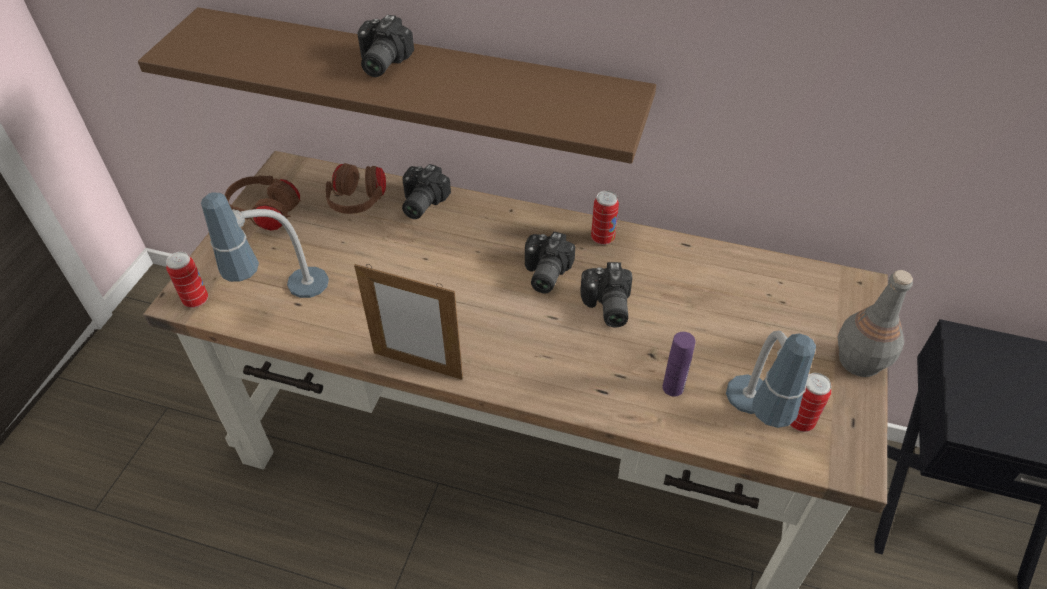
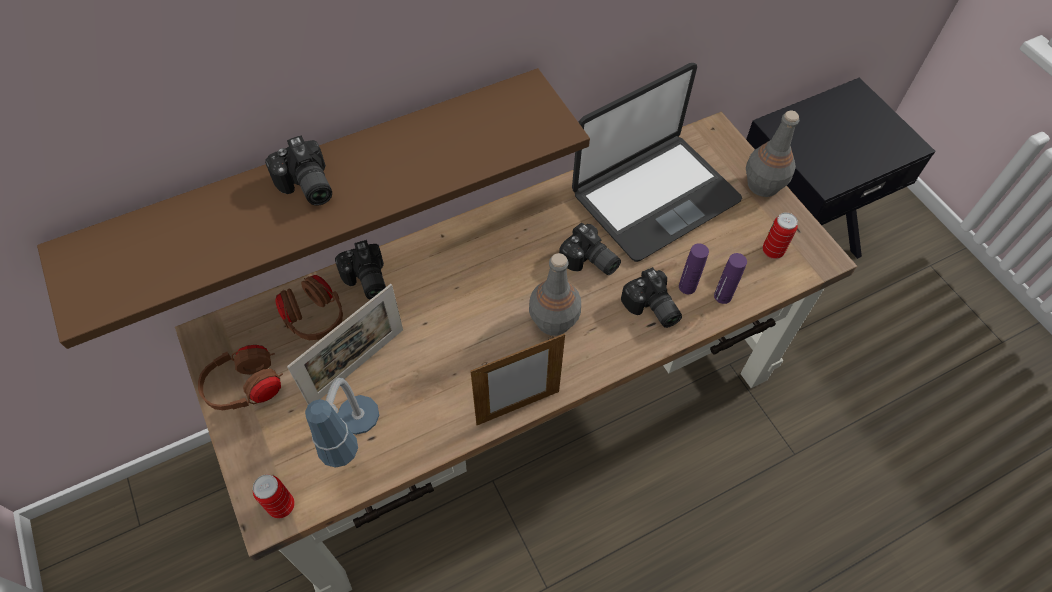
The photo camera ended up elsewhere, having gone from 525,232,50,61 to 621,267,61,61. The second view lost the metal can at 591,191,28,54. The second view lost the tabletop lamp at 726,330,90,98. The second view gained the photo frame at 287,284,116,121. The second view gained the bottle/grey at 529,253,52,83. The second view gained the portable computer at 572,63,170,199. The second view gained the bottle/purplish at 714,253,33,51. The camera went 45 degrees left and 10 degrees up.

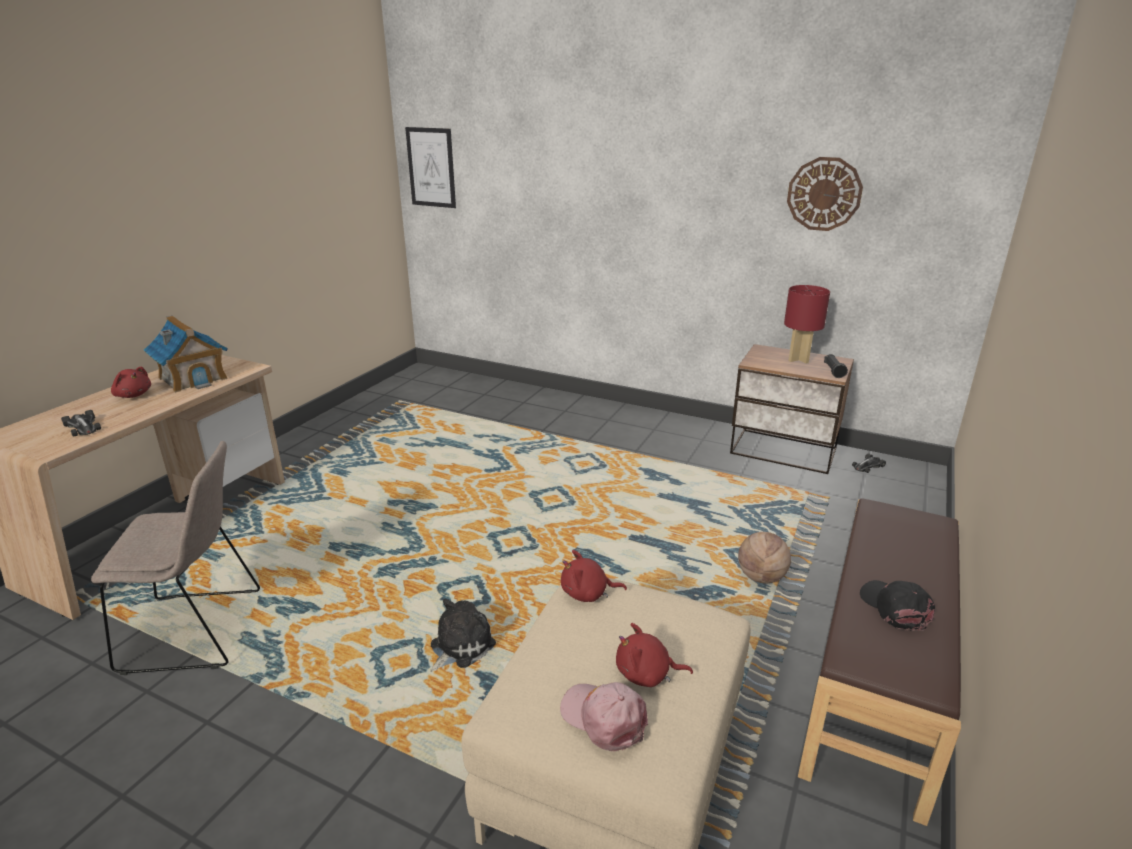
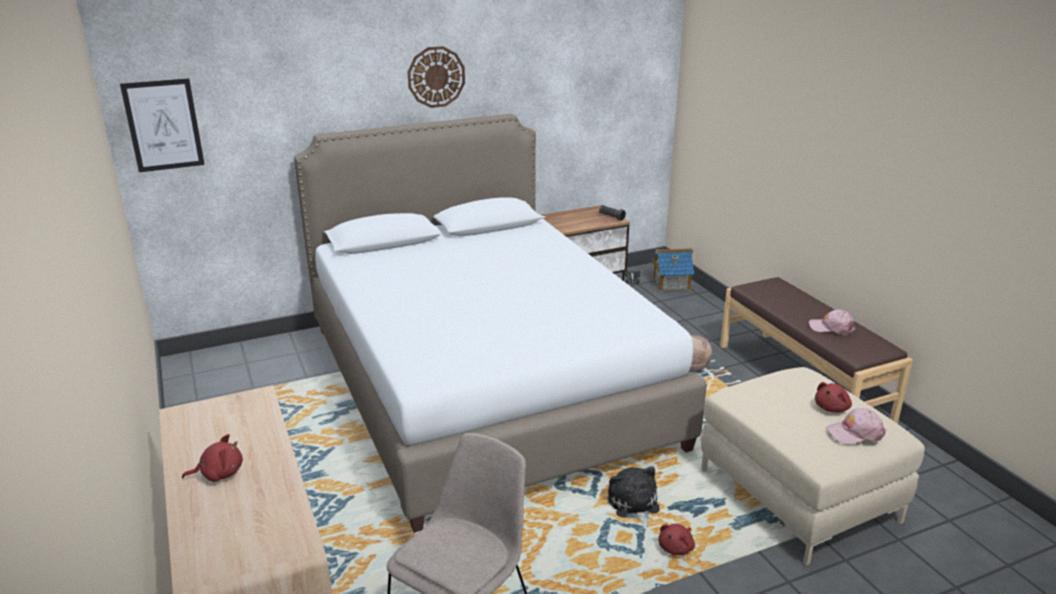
The second view lost the model car at 61,410,40,26. The toy house ended up elsewhere, having gone from 144,316,84,77 to 652,248,42,43. The cuddly toy/red ended up elsewhere, having gone from 561,550,66,52 to 658,524,37,31. The second view lost the tabletop lamp/red at 784,285,46,79. The wall clock ended up elsewhere, having gone from 787,157,76,74 to 408,46,57,62. What was the baseball cap/black-coloured at 860,580,75,51 turned into the baseball cap/pinkish at 809,309,46,26. The second view gained the bedroom bed/white at 294,114,413,419. The camera went 50 degrees left and 0 degrees up.

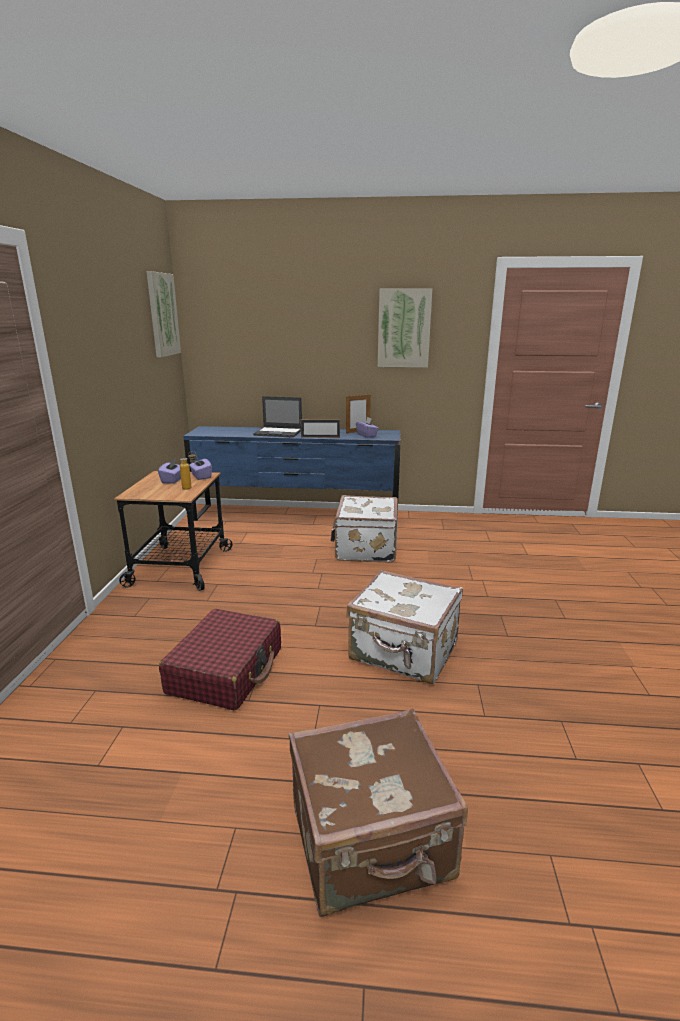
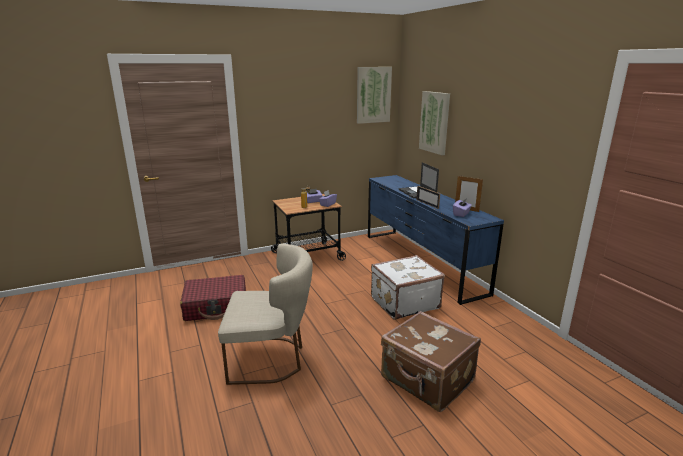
The travel case/brown ended up elsewhere, having gone from 289,708,179,209 to 381,311,100,101. Where the travel case/white stood at 346,570,117,114, the upright chair/beige-coloured came to stand at 218,243,95,142. The picture ended up elsewhere, having gone from 378,288,54,80 to 419,91,31,64. The camera went 60 degrees right and 0 degrees up.

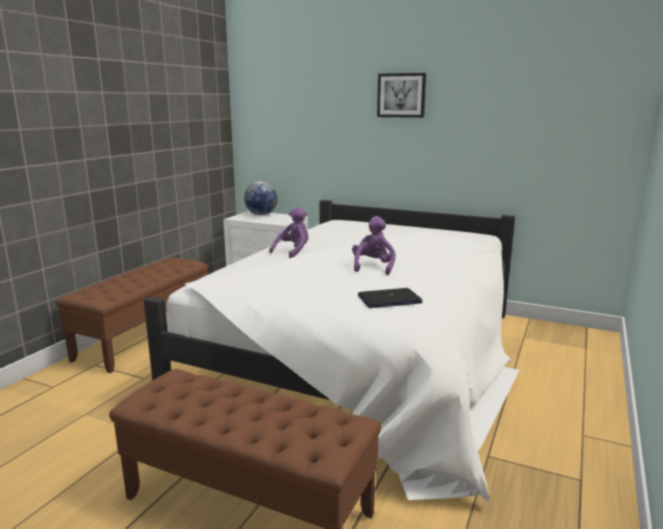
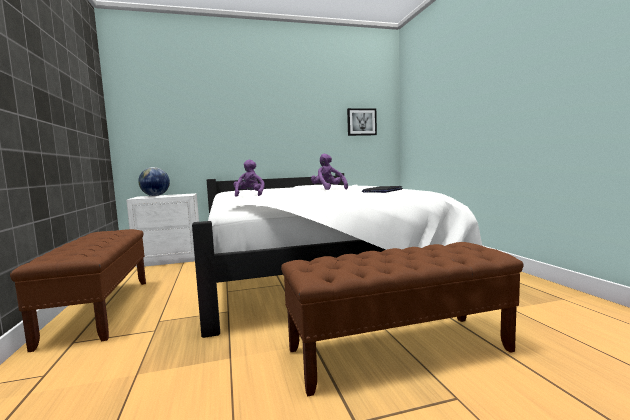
The picture ended up elsewhere, having gone from 377,73,49,45 to 347,108,30,28. The camera went 40 degrees left and 10 degrees down.

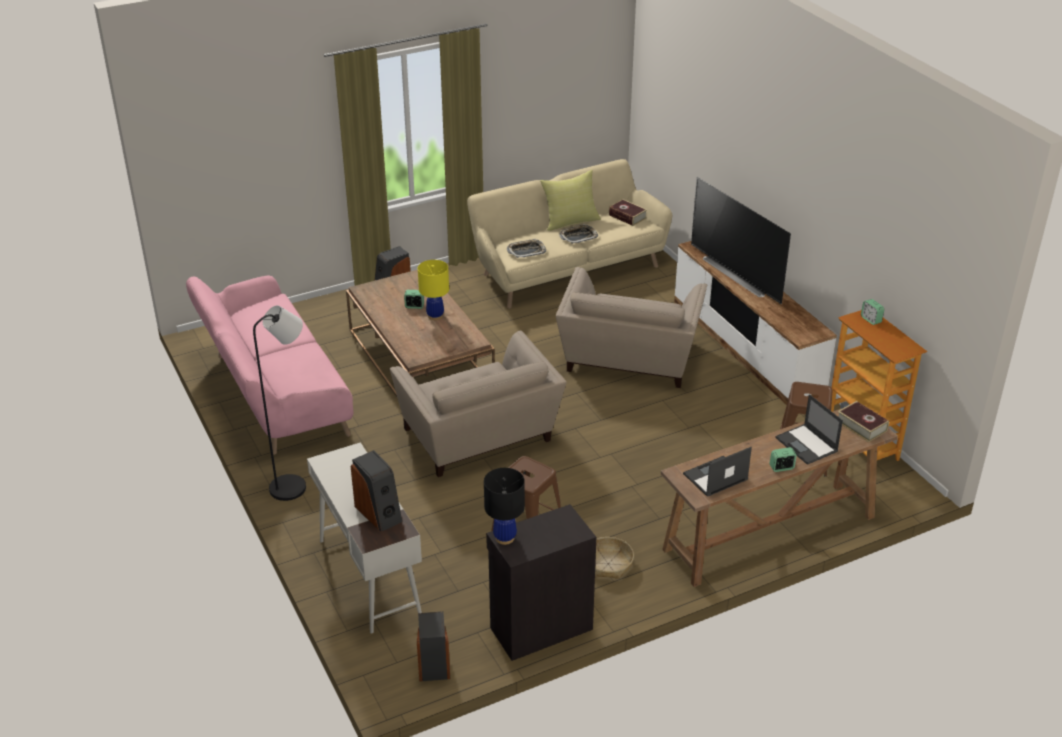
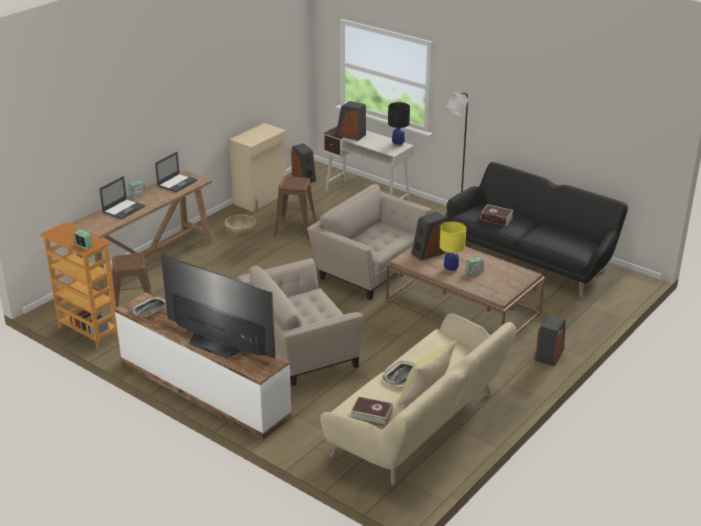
What was the settee/pinkish at 186,276,168,179 turned into the settee/black-coloured at 447,162,181,135. The tabletop lamp/black-coloured ended up elsewhere, having gone from 484,468,41,77 to 388,102,22,45. What was the cabinet/black-coloured at 486,504,110,157 turned into the cabinet/beige-coloured at 229,123,58,89. The carrying tray ended up elsewhere, having gone from 507,239,39,19 to 130,297,36,20. The lounge chair/beige-coloured at 556,267,152,121 ended up facing another way, 105 degrees counterclockwise from before. The portable computer at 775,394,68,71 ended up facing another way, 90 degrees clockwise from before. The bound book ended up elsewhere, having gone from 838,401,51,41 to 481,205,33,21. The second view gained the loudspeaker at 411,212,36,48. The camera went 155 degrees right and 5 degrees down.

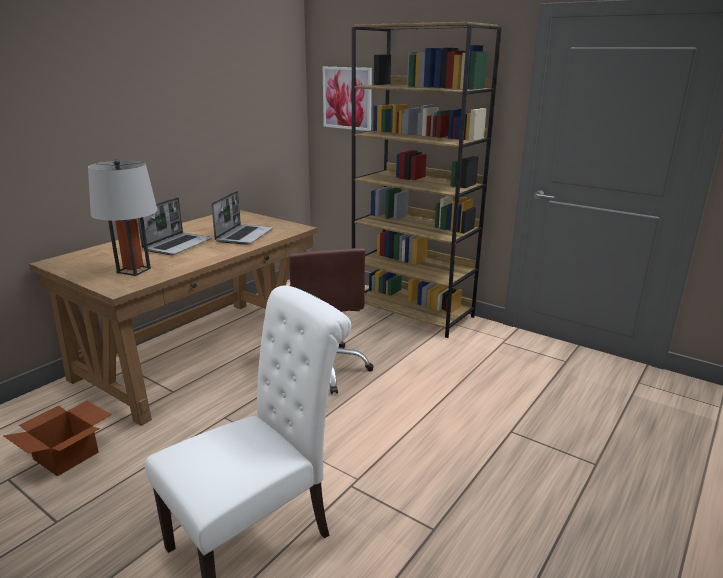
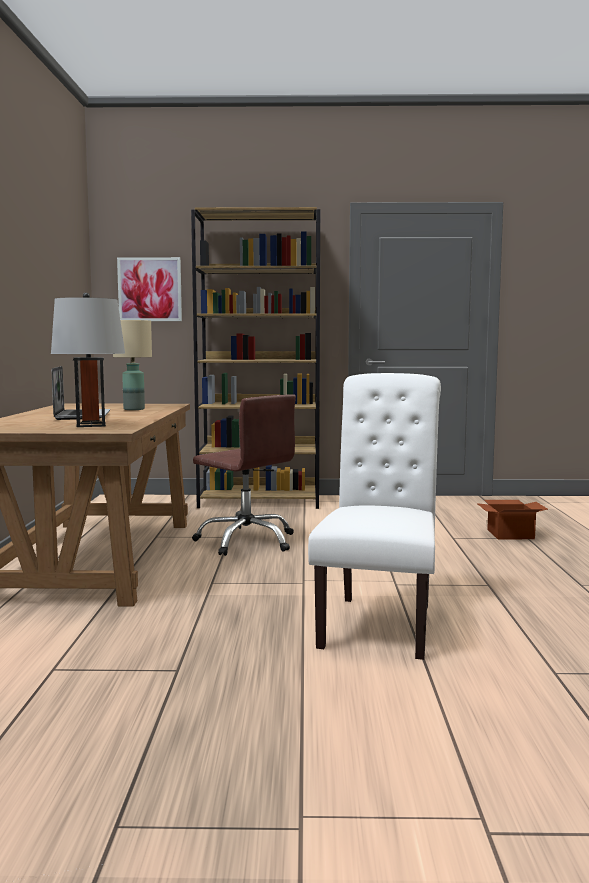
The carton ended up elsewhere, having gone from 3,401,109,76 to 477,500,71,40. Where the portable computer stood at 211,191,62,54, the tabletop lamp/beige-coloured came to stand at 113,320,39,90. The camera went 35 degrees left and 15 degrees down.

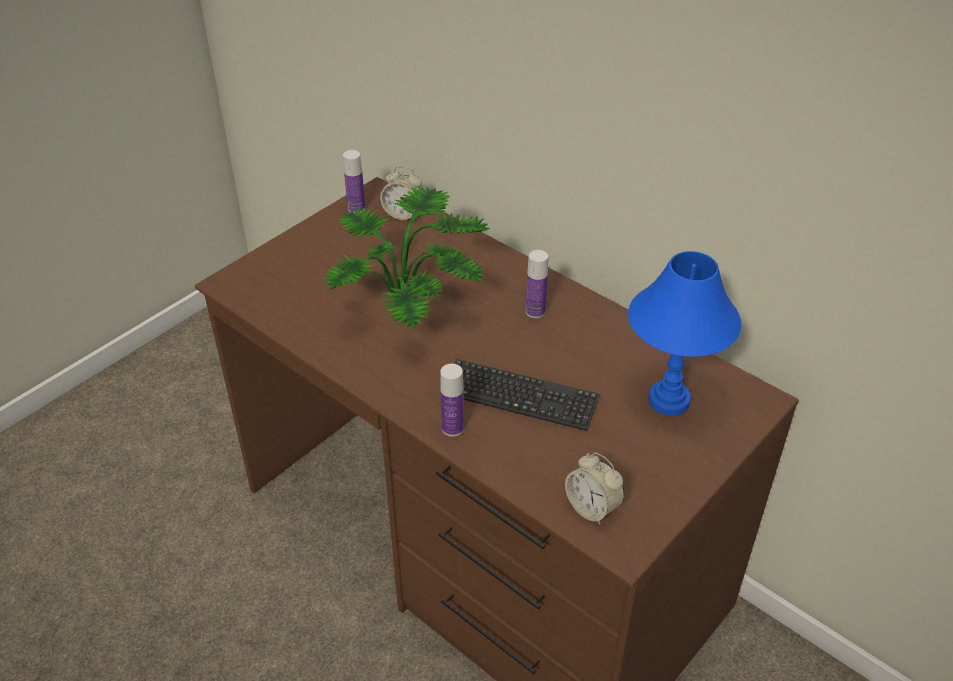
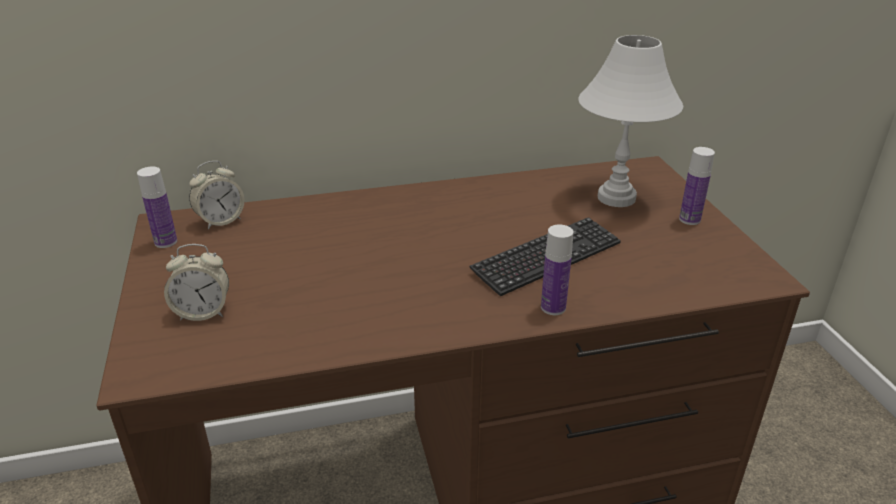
The second view lost the potted plant at 324,186,166,143. The bottle ended up elsewhere, having gone from 526,250,22,68 to 679,147,36,78. The alarm clock ended up elsewhere, having gone from 565,452,60,73 to 164,244,65,77. What was the tabletop lamp/blue at 628,251,113,165 turned into the tabletop lamp/white at 578,35,105,172. The camera went 55 degrees left and 10 degrees down.

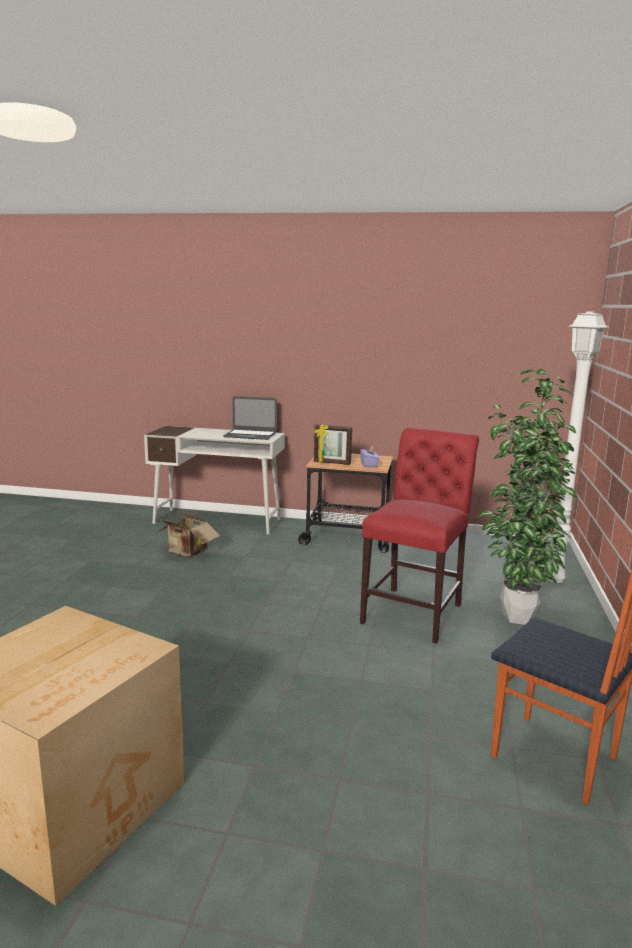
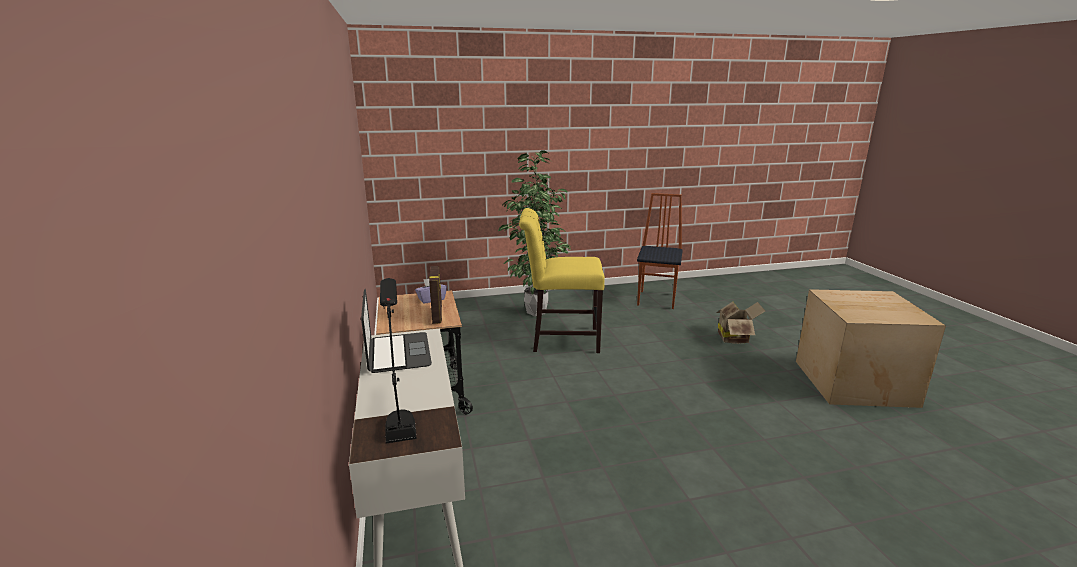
The carton ended up elsewhere, having gone from 156,511,64,46 to 716,302,49,42. What was the upright chair/red at 360,427,119,217 turned into the upright chair/yellowish at 519,208,86,145. The second view lost the standing lamp/white at 549,311,60,272. The second view gained the tabletop lamp/black-coloured at 380,278,37,166. The camera went 115 degrees left and 5 degrees up.

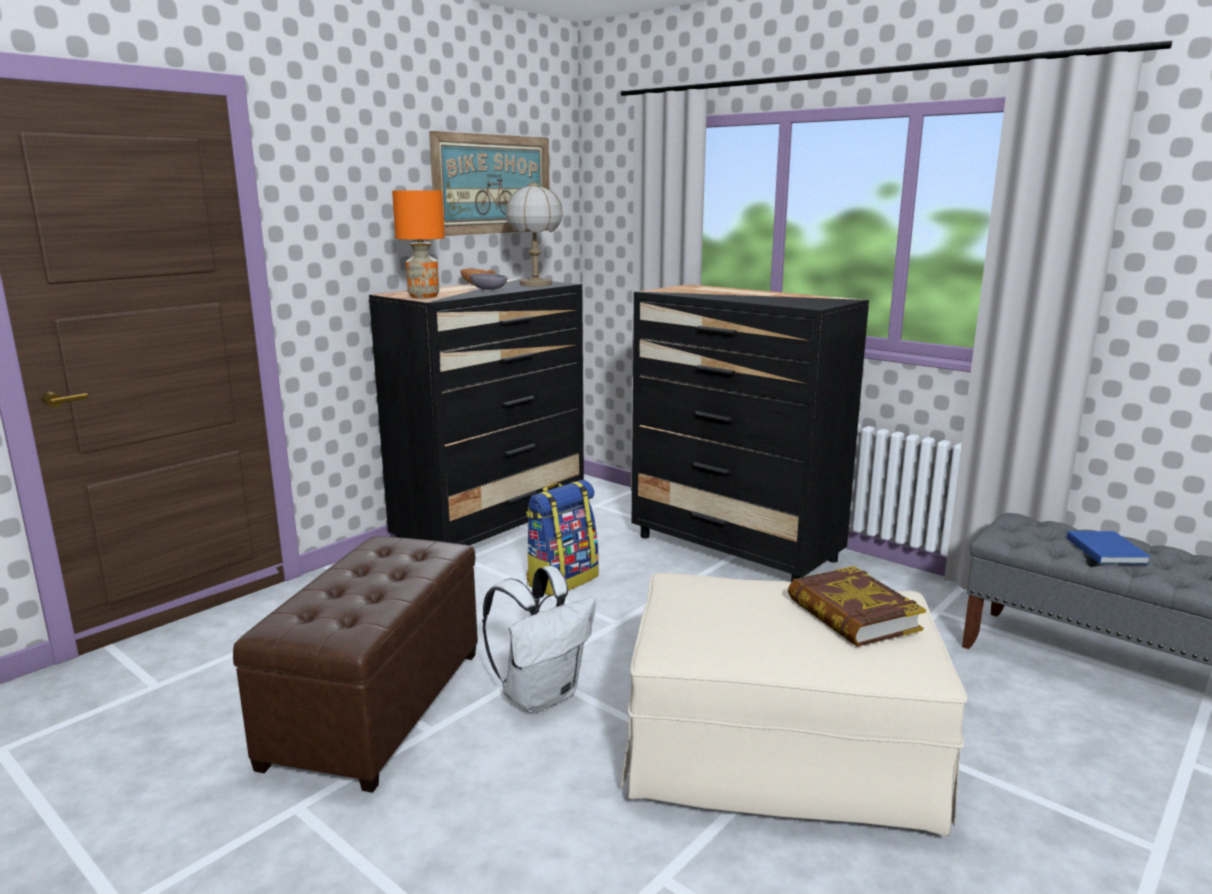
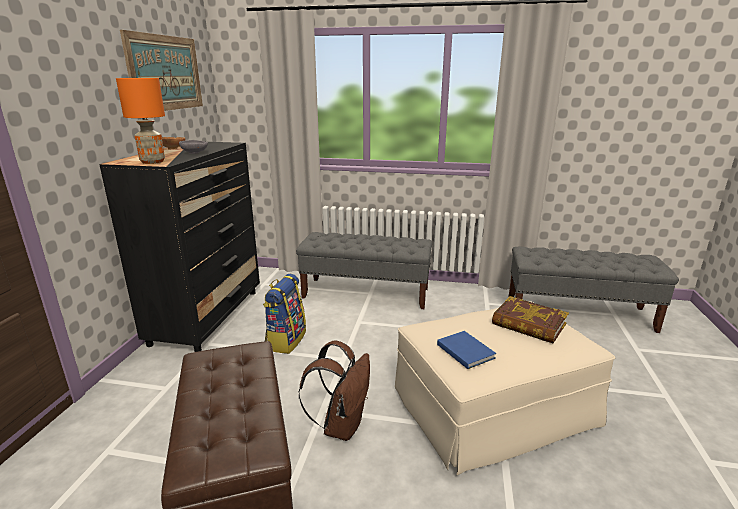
What was the backpack/white at 482,566,114,147 turned into the backpack/brown at 299,340,71,101. The second view lost the tabletop lamp at 506,180,57,106. Where the chest of drawers/black-coloured stood at 632,284,237,298, the indoor bench/grey came to stand at 296,232,136,77. The bound book/blue ended up elsewhere, having gone from 1067,531,84,34 to 437,331,59,38. The camera went 30 degrees left and 5 degrees up.

